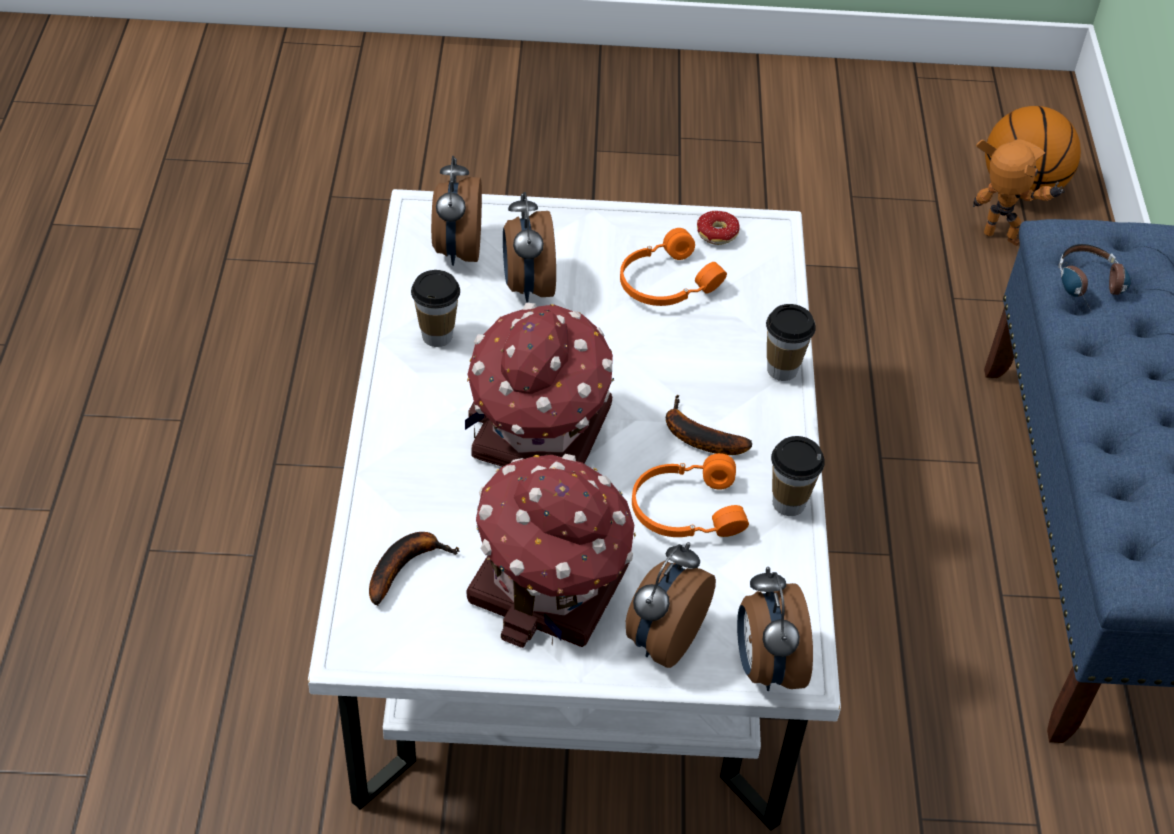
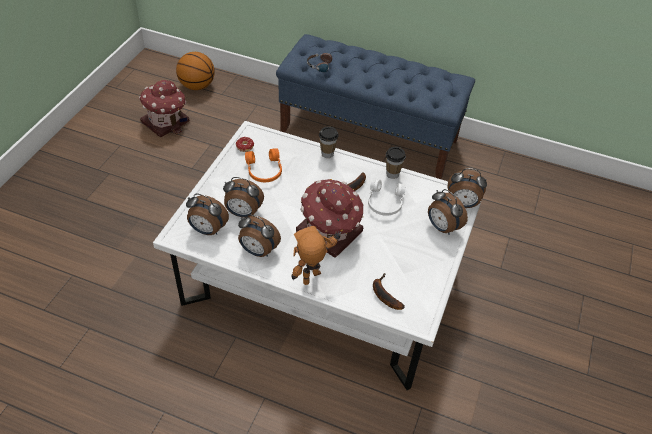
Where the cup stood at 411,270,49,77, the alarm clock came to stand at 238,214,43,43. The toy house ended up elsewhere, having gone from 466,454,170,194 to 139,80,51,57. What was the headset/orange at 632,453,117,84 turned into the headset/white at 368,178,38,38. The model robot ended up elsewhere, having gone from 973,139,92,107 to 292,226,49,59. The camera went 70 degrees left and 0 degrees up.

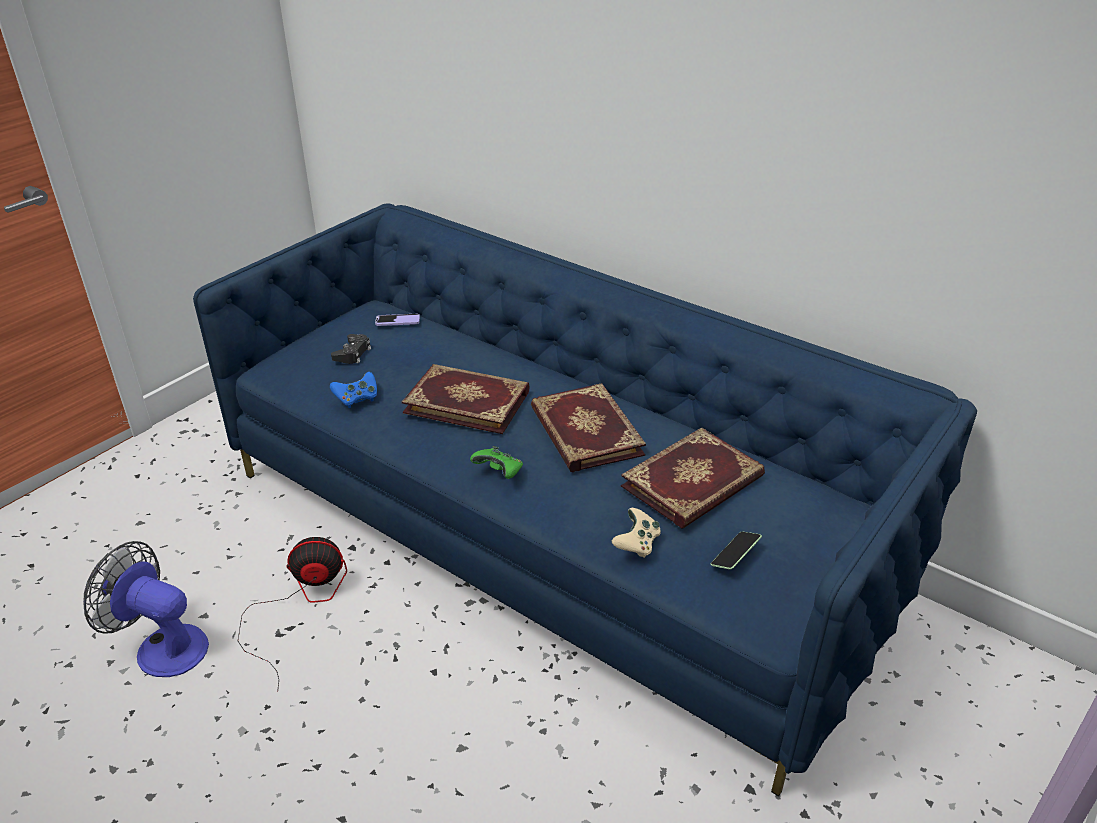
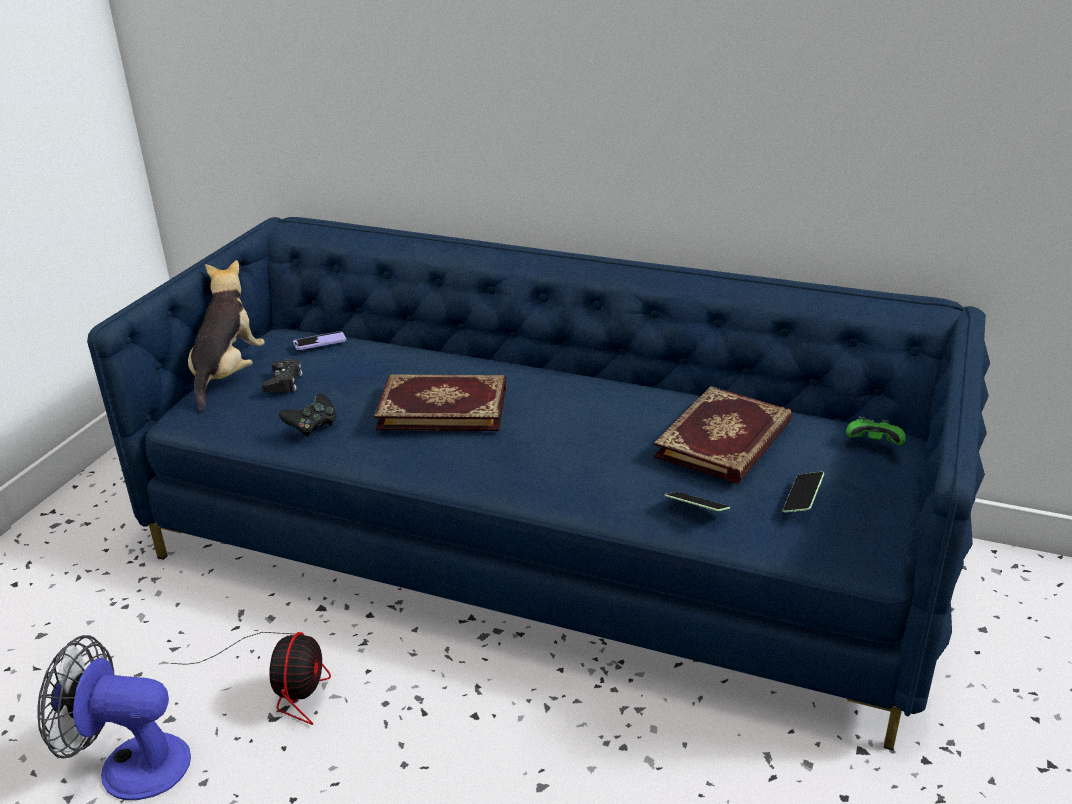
The fan at 238,537,109,155 ended up facing another way, 120 degrees clockwise from before. What was the game controller/blue at 330,372,47,36 turned into the game controller/black-coloured at 279,393,57,44. The game controller/greenish ended up elsewhere, having gone from 470,446,53,33 to 846,417,60,28. The second view lost the bound book at 531,383,115,89. Where the game controller/beige-coloured stood at 612,508,49,50, the telephone came to stand at 665,492,65,19. The second view gained the cuddly toy at 188,260,77,152. The camera went 15 degrees left and 5 degrees down.

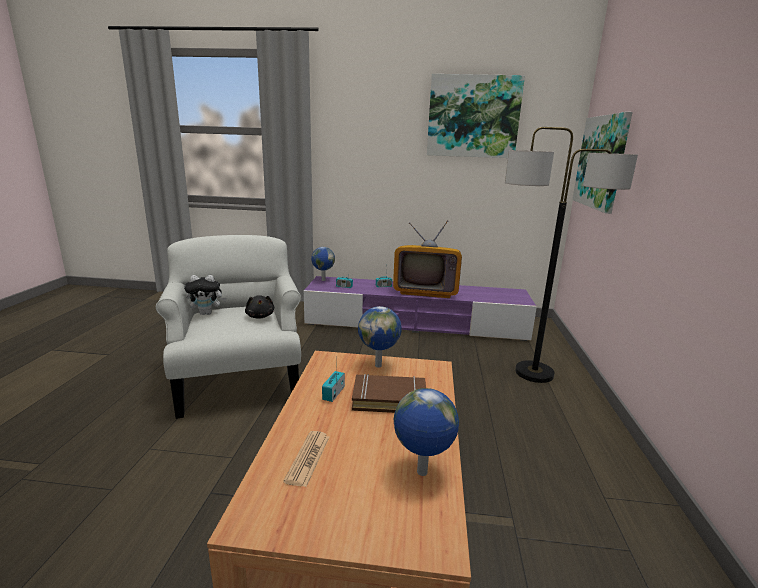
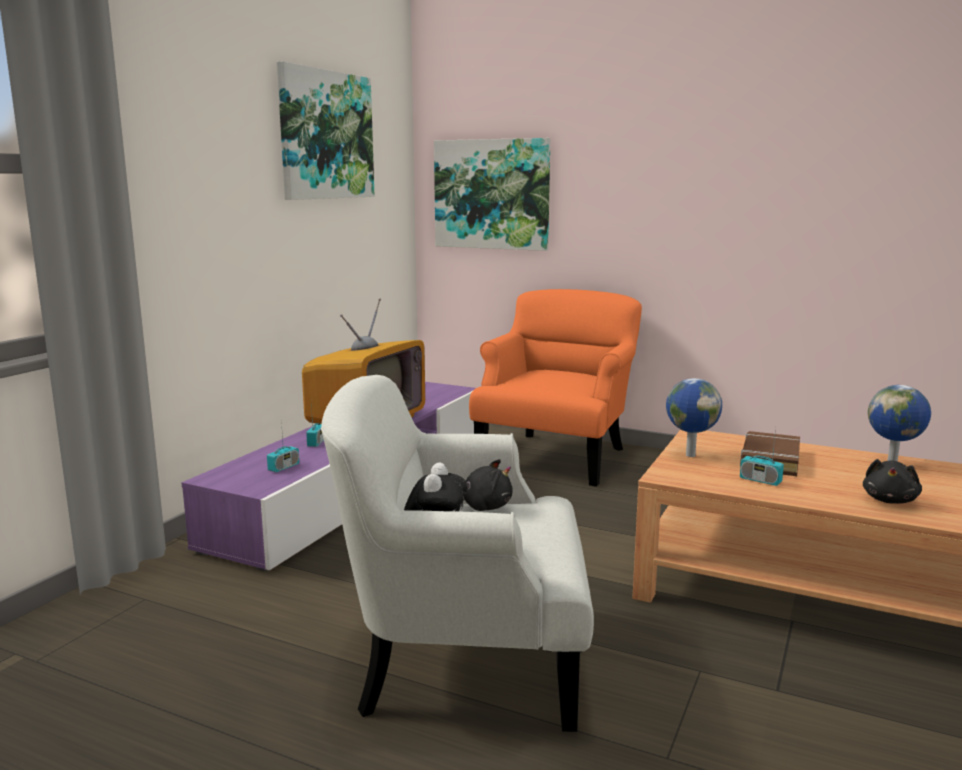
Where the daily paper stood at 283,431,46,56, the cuddly toy/black-coloured came to stand at 863,459,59,45. The second view lost the world globe at 311,247,24,34. Where the standing lamp stood at 505,127,133,256, the lounge chair/orange came to stand at 469,289,173,198. The camera went 70 degrees left and 5 degrees down.

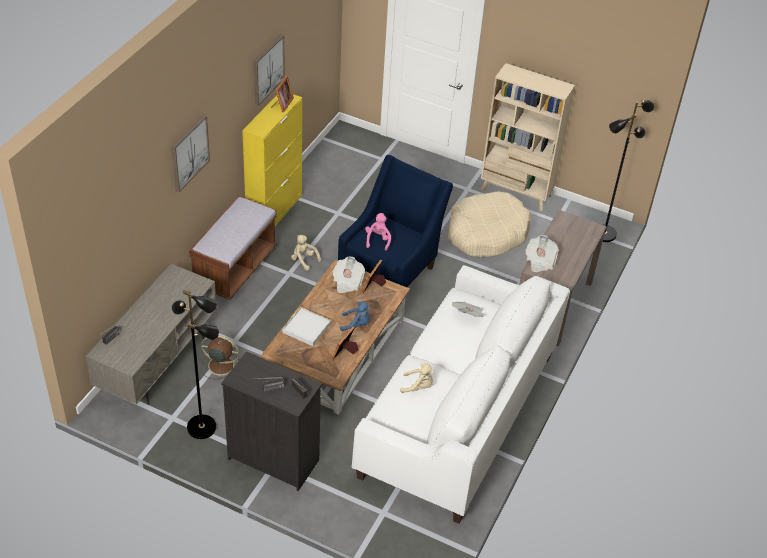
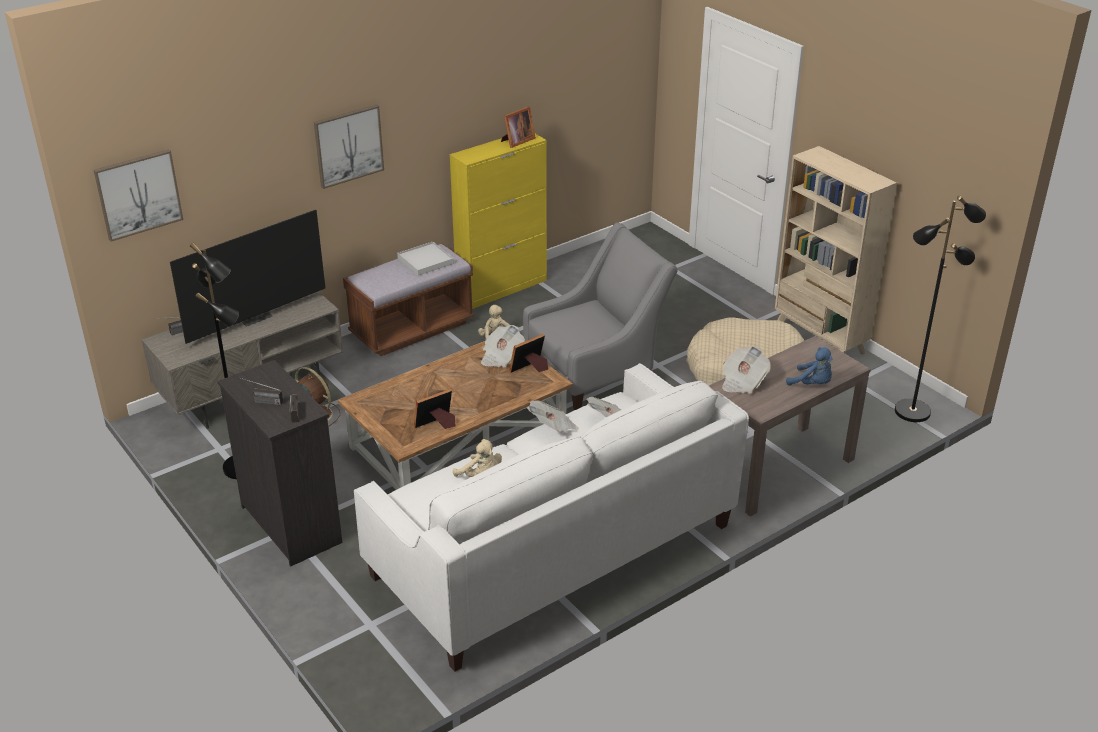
The picture ended up elsewhere, having gone from 254,35,31,71 to 94,149,89,93. The carrying tray/white ended up elsewhere, having gone from 282,307,49,39 to 397,242,57,34. What was the lounge chair/blue at 338,155,115,132 turned into the lounge chair/grey at 523,222,155,188. The cuddly toy/blue ended up elsewhere, having gone from 340,302,30,29 to 786,347,47,39. The second view lost the cuddly toy/pinkish at 365,213,26,38. The second view gained the TV set at 170,210,155,134. The second view gained the daily paper at 527,400,52,32. The camera went 30 degrees right and 10 degrees down.

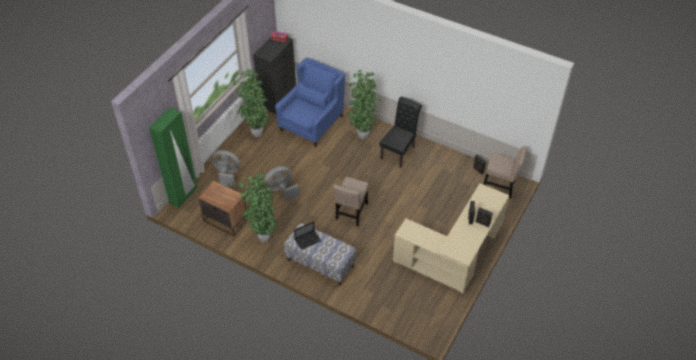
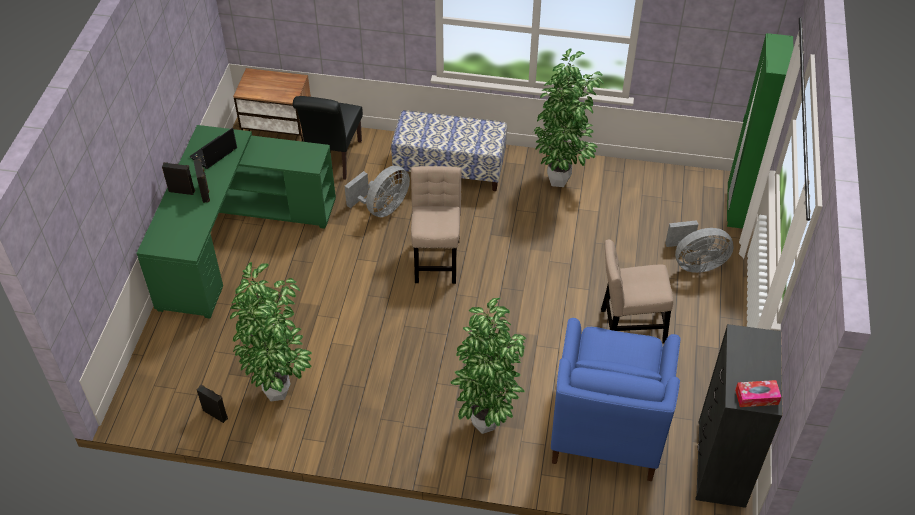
The nightstand ended up elsewhere, having gone from 198,181,49,55 to 233,68,78,74. The potted plant ended up elsewhere, having gone from 233,67,36,71 to 230,262,82,139. The fan/grey ended up elsewhere, having gone from 264,166,36,35 to 345,166,65,51. The portable computer ended up elsewhere, having gone from 294,221,27,29 to 190,128,47,41. The upright chair/black-coloured ended up elsewhere, having gone from 380,97,42,71 to 293,96,70,84. What was the desk unit/beige-coloured at 393,183,116,111 turned into the desk unit/greenish at 136,125,200,194. The upright chair/beige-coloured ended up elsewhere, having gone from 483,146,44,52 to 601,239,72,104. The camera went 160 degrees right and 0 degrees up.

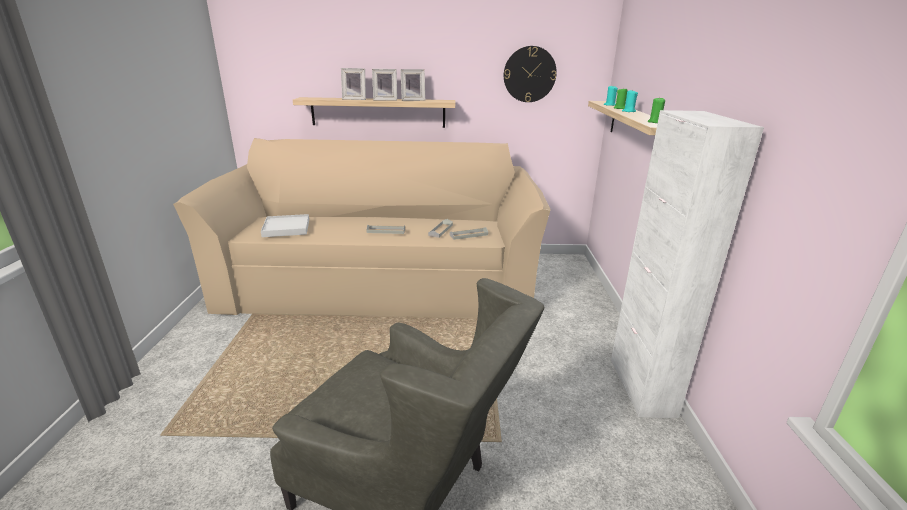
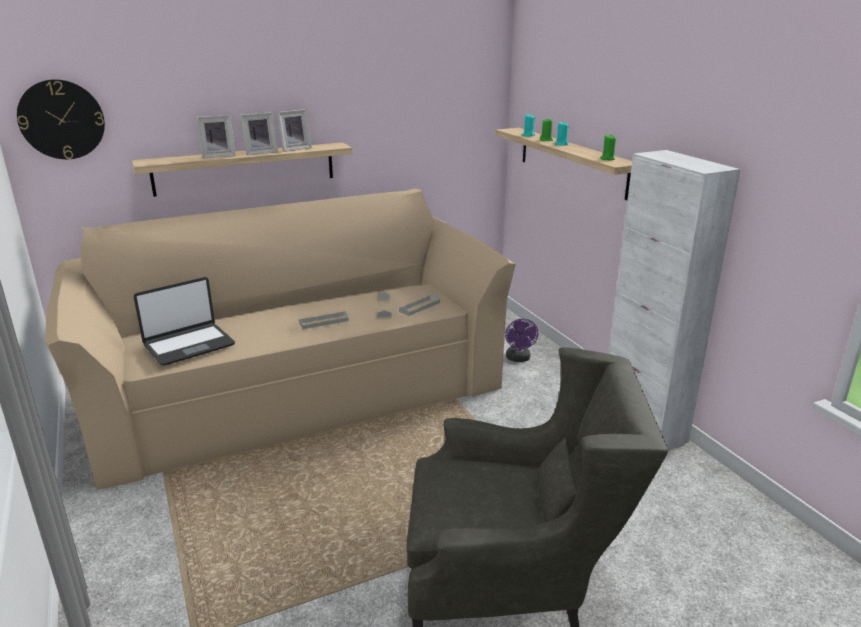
Where the carrying tray/white stood at 261,214,48,23, the portable computer came to stand at 134,277,101,89. The wall clock ended up elsewhere, having gone from 504,46,53,56 to 17,79,88,80. The second view gained the fan/purplish at 505,319,33,43. The camera went 25 degrees left and 0 degrees up.

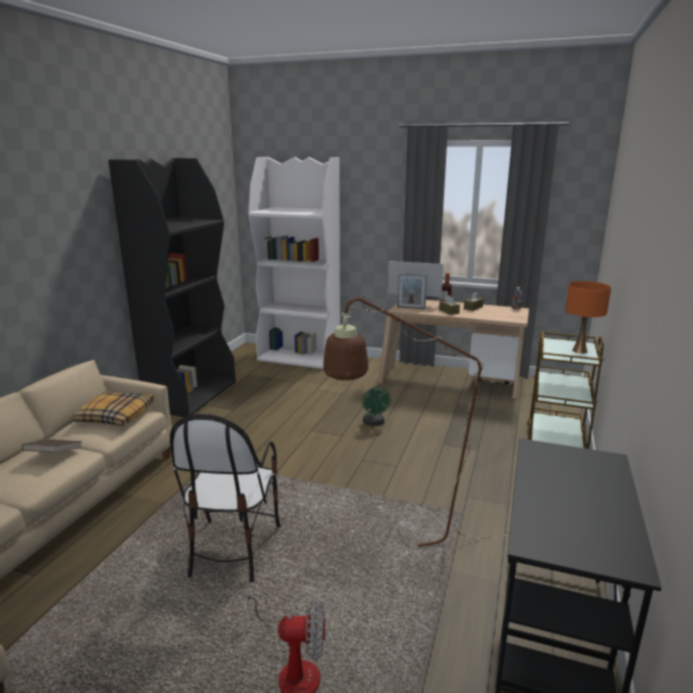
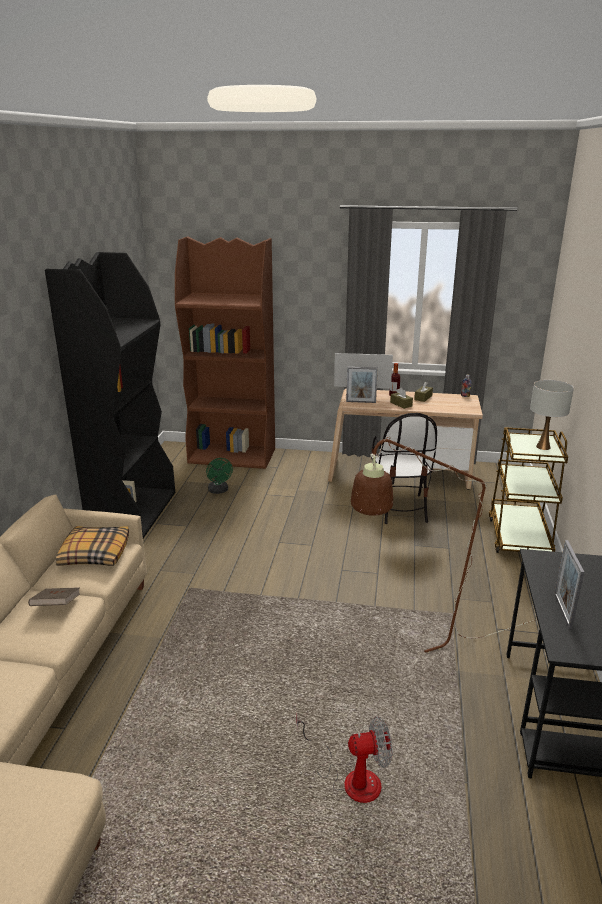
The upright chair ended up elsewhere, having gone from 170,414,110,169 to 371,413,66,111. What was the shelving unit/white at 248,157,92,212 turned into the shelving unit/brown at 175,237,100,232. The fan/greenish ended up elsewhere, having gone from 362,387,29,39 to 206,458,27,36. What was the tabletop lamp/orange at 565,281,46,73 turned into the tabletop lamp/white at 530,380,44,70. The second view gained the photo frame at 554,540,30,89. The camera went 10 degrees left and 5 degrees up.

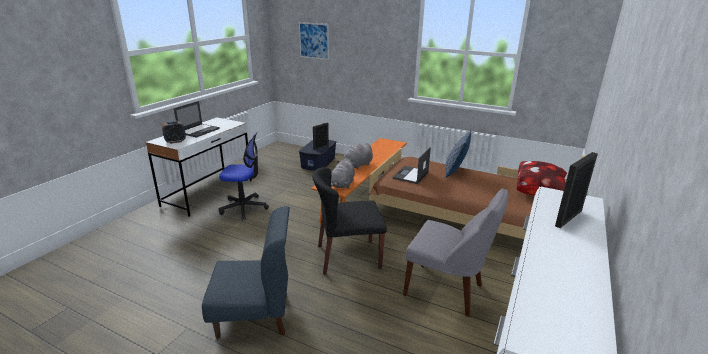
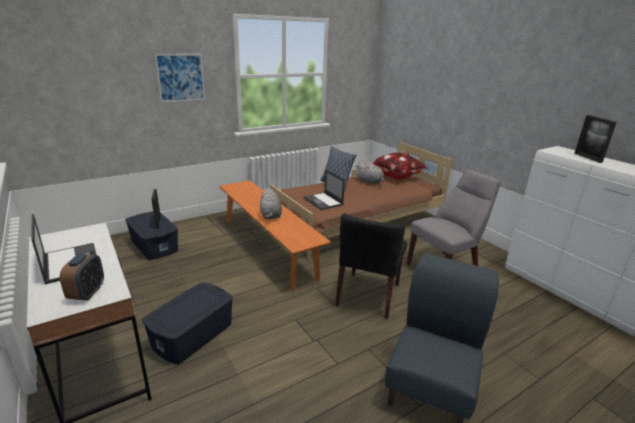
Where the desk chair stood at 219,132,50,88, the storage box/blue came to stand at 142,282,91,83. The picture ended up elsewhere, having gone from 299,22,30,38 to 155,54,50,48. The cuddly toy/grey ended up elsewhere, having gone from 331,158,24,30 to 355,160,29,25. The camera went 60 degrees left and 0 degrees up.

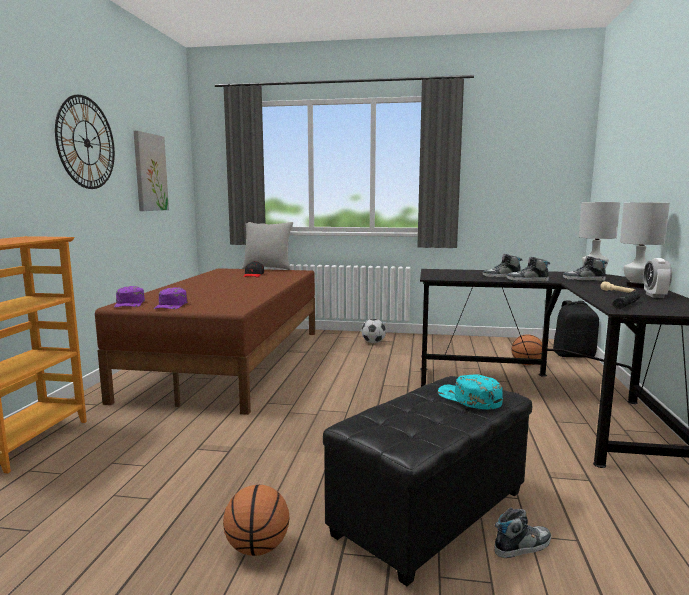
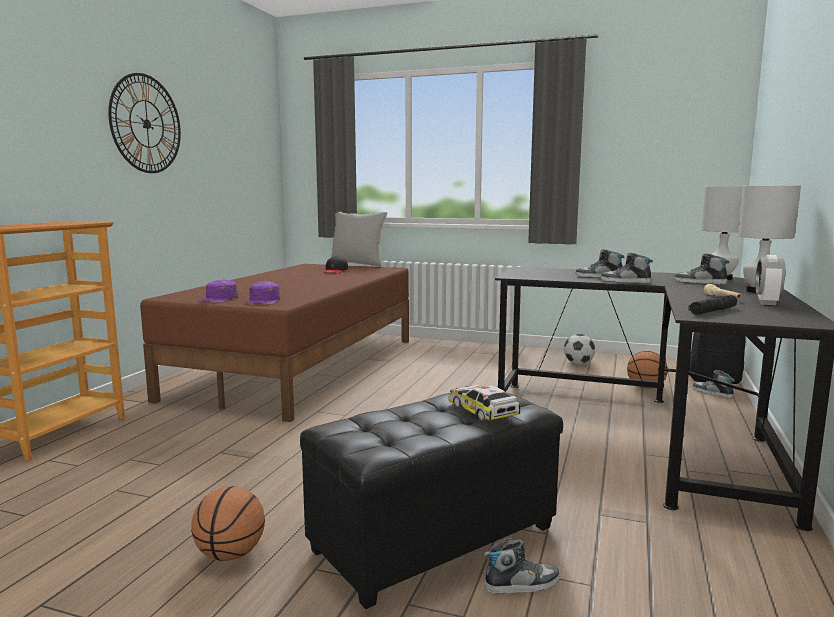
The baseball cap/purplish ended up elsewhere, having gone from 114,286,31,22 to 246,281,34,23. The second view lost the picture at 134,131,35,80. The football ended up elsewhere, having gone from 361,319,25,24 to 564,334,31,31. Where the baseball cap/blue-green stood at 438,374,65,35, the model car came to stand at 448,385,73,36. The second view gained the shoe at 693,370,42,29. The camera went 10 degrees right and 0 degrees up.

